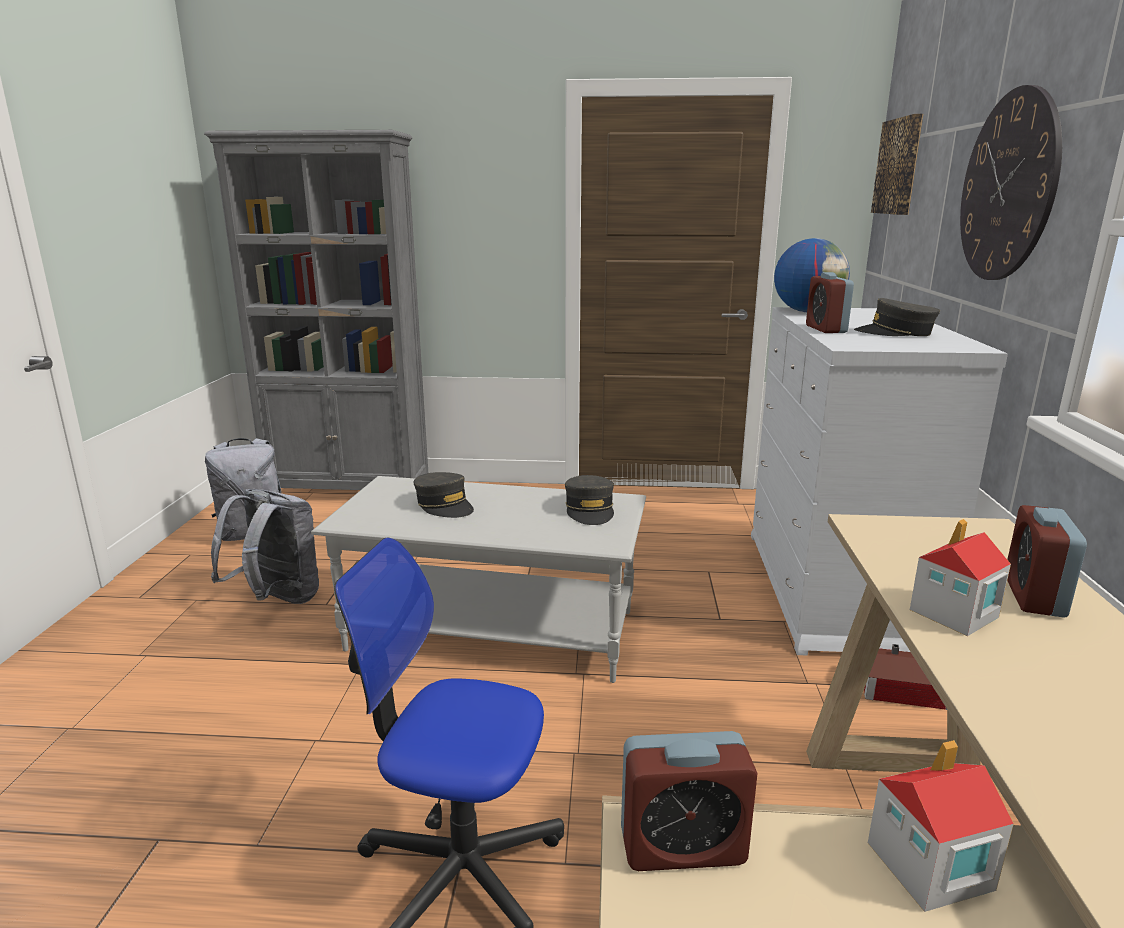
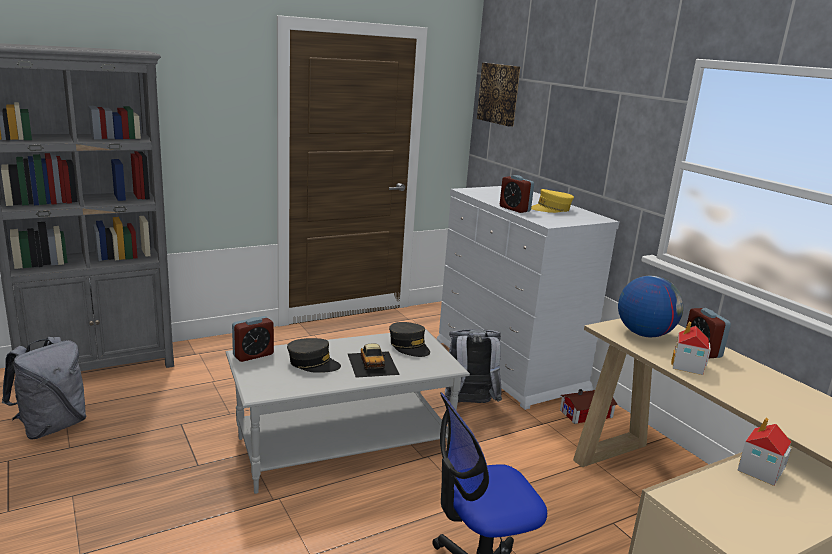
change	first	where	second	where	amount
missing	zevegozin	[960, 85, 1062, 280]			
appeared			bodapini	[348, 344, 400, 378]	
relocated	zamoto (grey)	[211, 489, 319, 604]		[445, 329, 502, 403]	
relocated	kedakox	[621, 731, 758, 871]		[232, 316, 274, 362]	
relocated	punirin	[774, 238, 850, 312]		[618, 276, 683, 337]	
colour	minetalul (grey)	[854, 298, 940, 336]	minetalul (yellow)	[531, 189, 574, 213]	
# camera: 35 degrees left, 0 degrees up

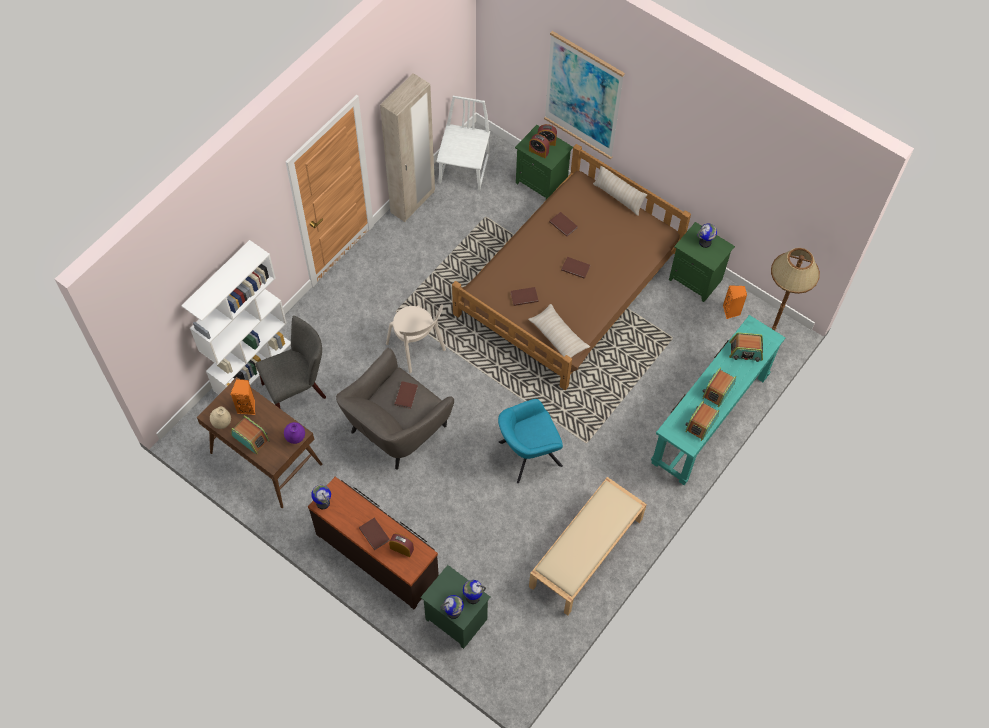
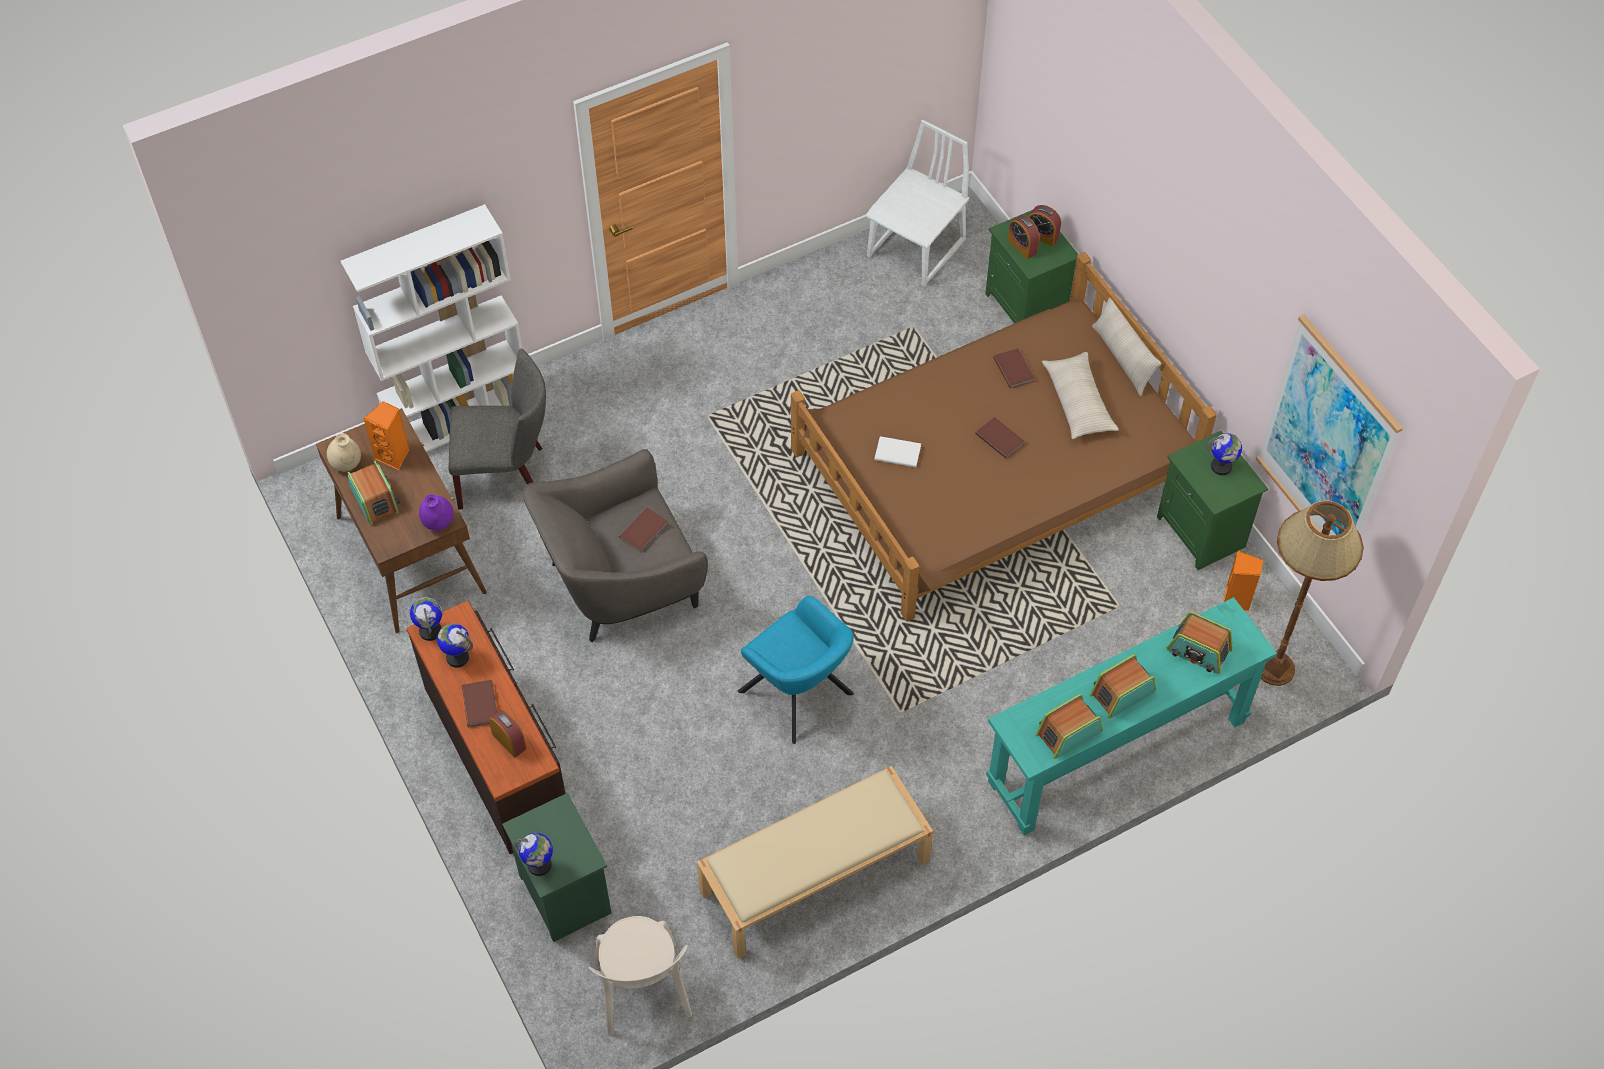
change	first	where	second	where	amount
missing	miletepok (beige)	[380, 73, 435, 222]			
relocated	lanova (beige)	[386, 304, 446, 373]		[589, 916, 692, 1036]	
relocated	punirin	[463, 580, 486, 604]		[437, 623, 473, 667]	
relocated	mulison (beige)	[528, 304, 590, 358]		[1042, 352, 1119, 439]	
relocated	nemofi	[544, 31, 625, 160]		[1256, 315, 1403, 535]	
colour	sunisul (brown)	[510, 287, 539, 306]	sunisul (white)	[874, 436, 921, 468]	
spun	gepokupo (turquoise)	[498, 399, 563, 483]		[738, 596, 854, 744]	135 degrees counterclockwise
# camera: 25 degrees right, 5 degrees down

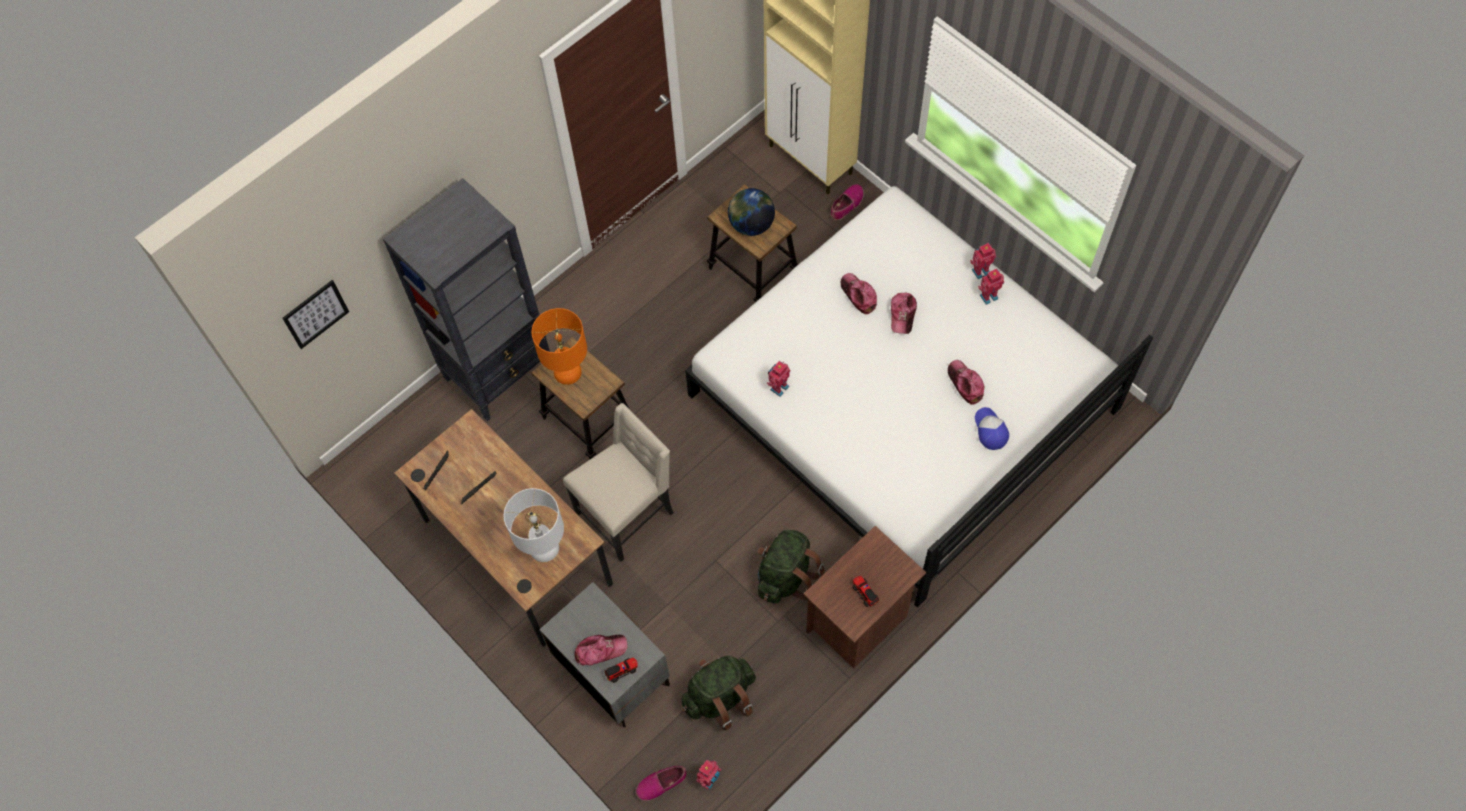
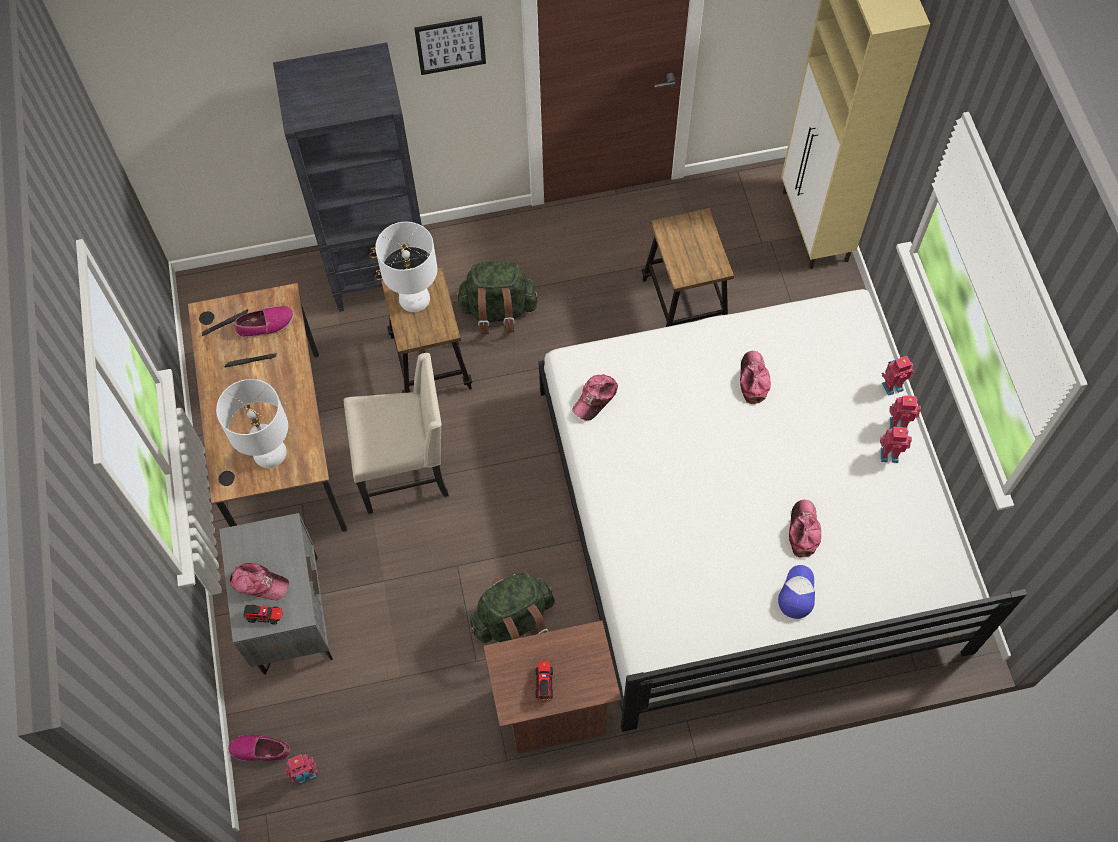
change	first	where	second	where	amount
missing	punirin	[728, 188, 775, 236]			
relocated	nemofi	[282, 280, 349, 349]		[414, 16, 486, 75]	
relocated	zamoto (green)	[682, 656, 756, 731]		[455, 261, 538, 334]	
relocated	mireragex	[767, 361, 791, 397]		[882, 356, 914, 396]	
relocated	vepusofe	[831, 184, 864, 220]		[234, 306, 294, 338]	
relocated	minetalul	[891, 293, 917, 334]		[572, 374, 618, 421]	
colour	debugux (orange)	[532, 308, 587, 385]	debugux (white)	[375, 222, 438, 312]	
# camera: 30 degrees right, 0 degrees up

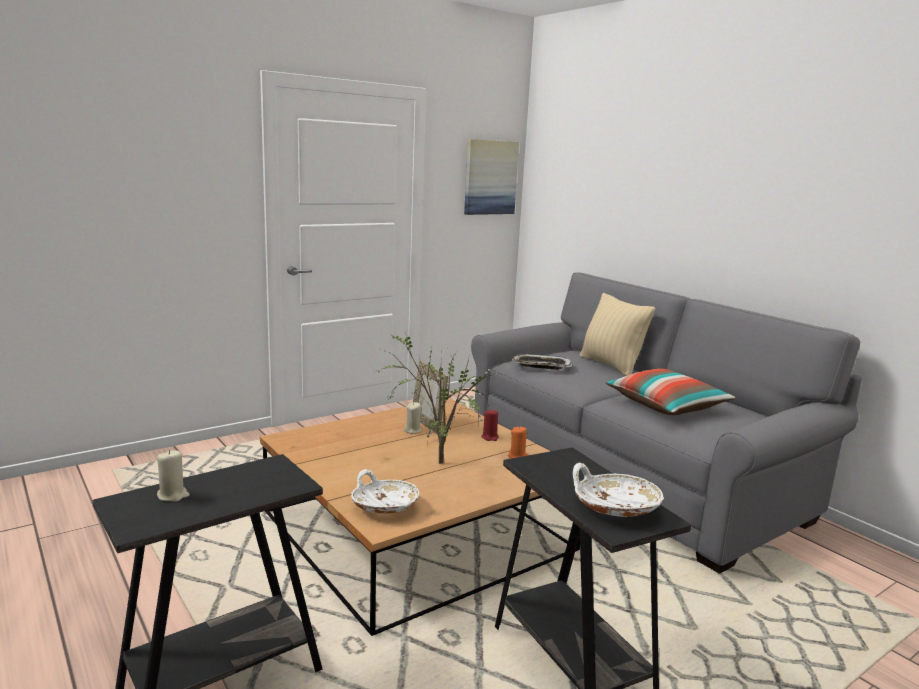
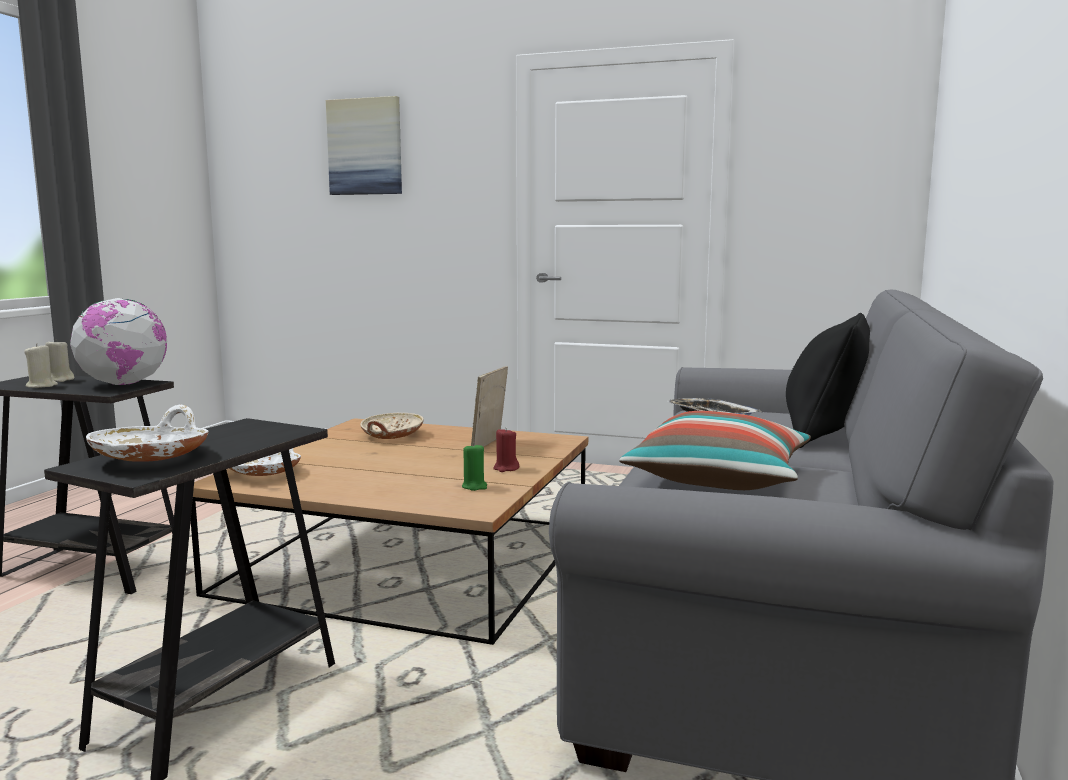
change	first	where	second	where	amount
missing	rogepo	[376, 333, 504, 464]			
appeared			punirin	[70, 298, 167, 385]	
appeared			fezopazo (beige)	[360, 413, 424, 439]	
relocated	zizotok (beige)	[404, 402, 421, 434]		[24, 343, 58, 388]	
relocated	nemofi	[464, 139, 519, 215]		[326, 96, 402, 195]	
colour	zizotok (orange)	[508, 426, 528, 458]	zizotok (green)	[462, 443, 487, 491]	
colour	mulison (beige)	[579, 293, 655, 376]	mulison (black)	[786, 313, 870, 448]	
# camera: 55 degrees right, 5 degrees down

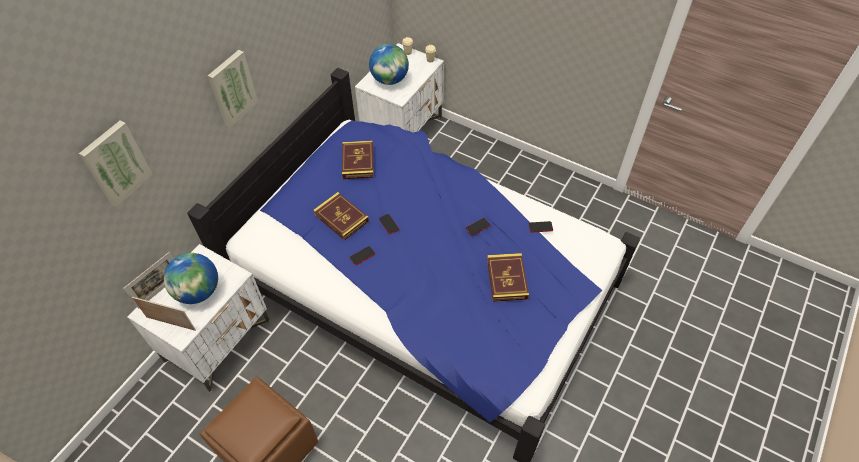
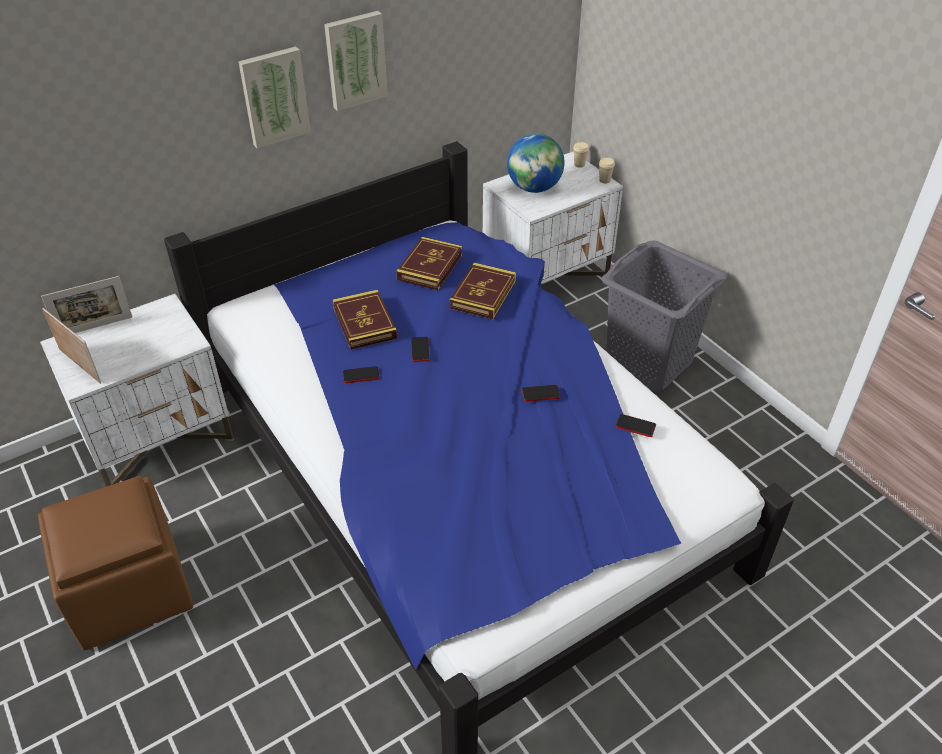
change	first	where	second	where	amount
missing	punirin	[164, 253, 218, 304]			
appeared			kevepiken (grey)	[602, 241, 727, 392]	
relocated	nemofi	[79, 120, 153, 207]		[324, 11, 388, 111]	
relocated	sunisul	[487, 253, 529, 302]		[450, 262, 516, 319]	
# camera: 25 degrees right, 10 degrees down

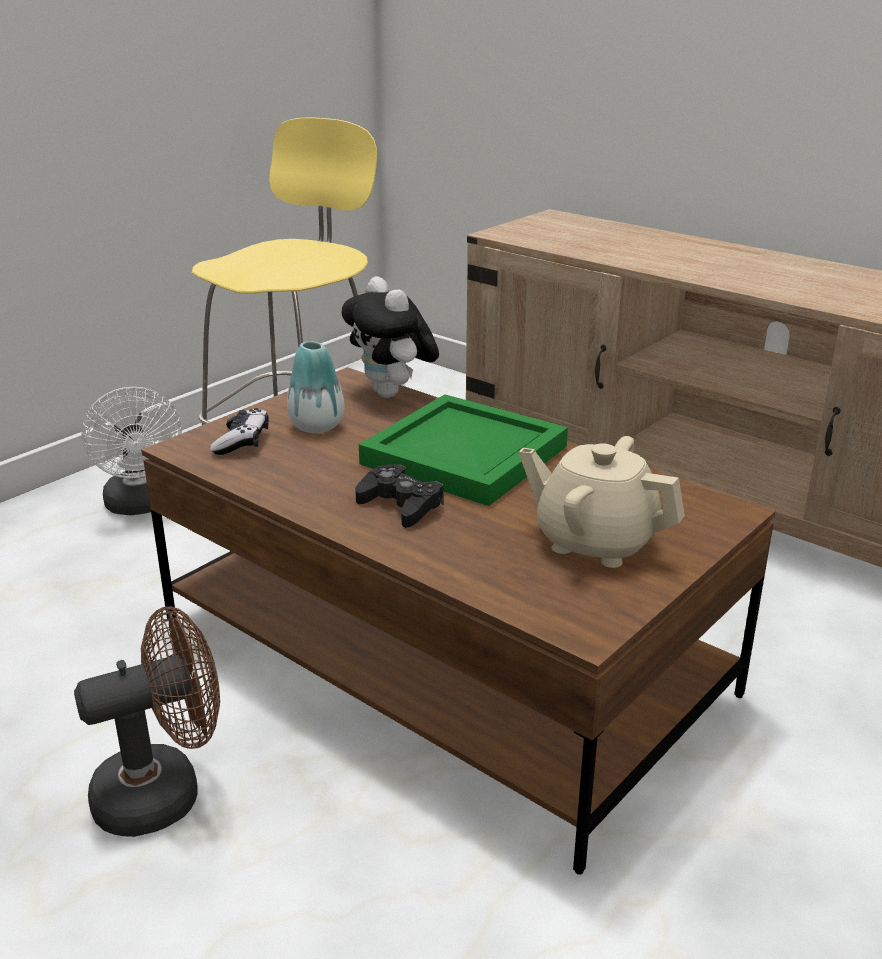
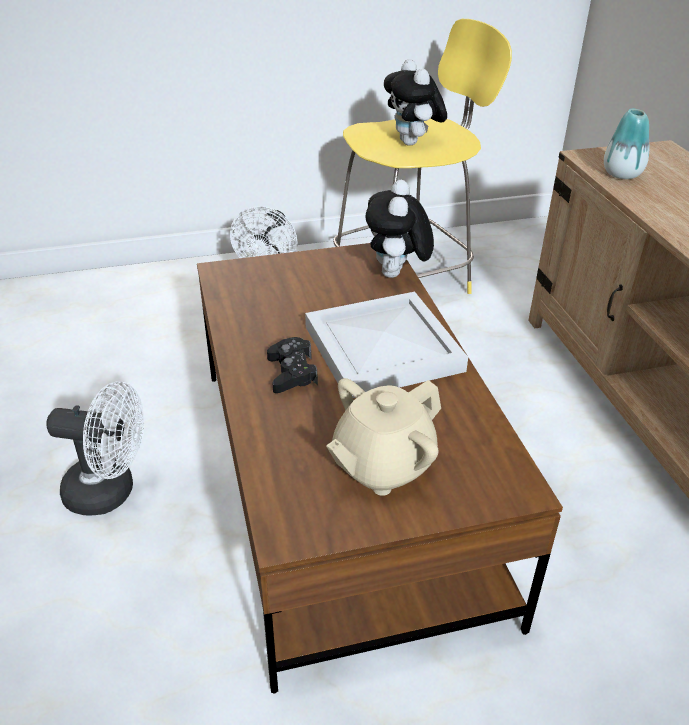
change	first	where	second	where	amount
missing	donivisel	[210, 408, 269, 455]			
appeared			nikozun	[384, 59, 447, 146]	
relocated	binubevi	[287, 341, 344, 433]		[604, 109, 649, 179]	
colour	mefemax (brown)	[74, 606, 220, 837]	mefemax (white)	[46, 381, 144, 516]	
colour	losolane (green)	[359, 394, 568, 506]	losolane (white)	[305, 292, 468, 398]	
spun	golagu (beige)	[519, 436, 685, 568]		[326, 378, 441, 496]	105 degrees counterclockwise
# camera: 35 degrees right, 10 degrees up

